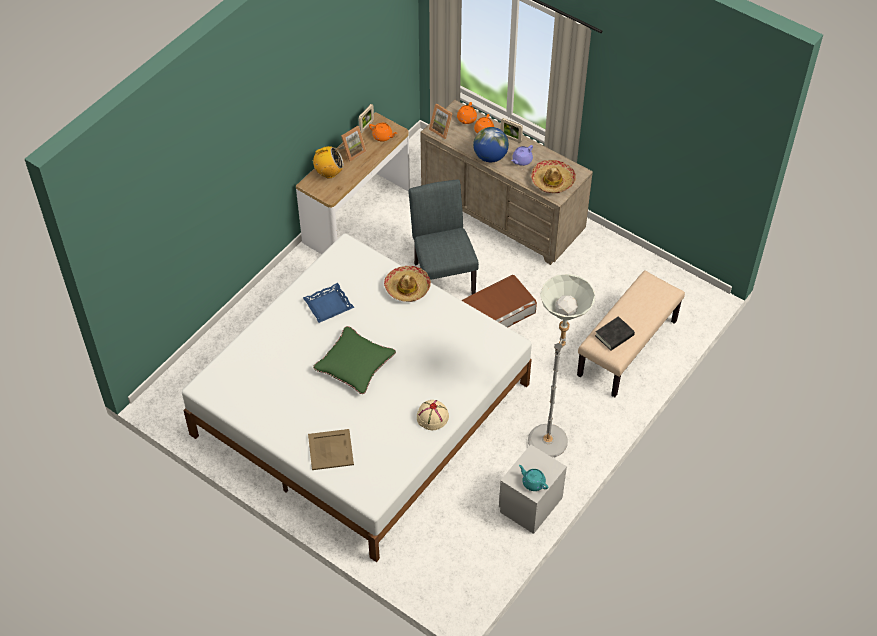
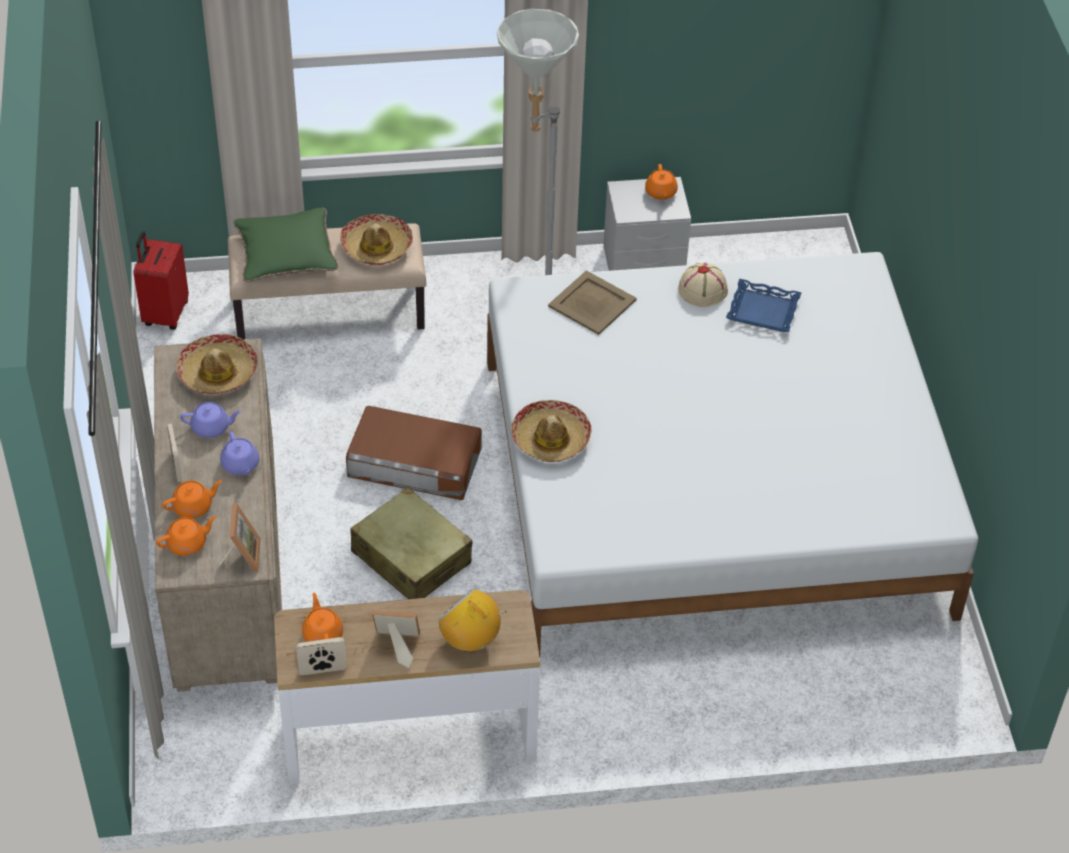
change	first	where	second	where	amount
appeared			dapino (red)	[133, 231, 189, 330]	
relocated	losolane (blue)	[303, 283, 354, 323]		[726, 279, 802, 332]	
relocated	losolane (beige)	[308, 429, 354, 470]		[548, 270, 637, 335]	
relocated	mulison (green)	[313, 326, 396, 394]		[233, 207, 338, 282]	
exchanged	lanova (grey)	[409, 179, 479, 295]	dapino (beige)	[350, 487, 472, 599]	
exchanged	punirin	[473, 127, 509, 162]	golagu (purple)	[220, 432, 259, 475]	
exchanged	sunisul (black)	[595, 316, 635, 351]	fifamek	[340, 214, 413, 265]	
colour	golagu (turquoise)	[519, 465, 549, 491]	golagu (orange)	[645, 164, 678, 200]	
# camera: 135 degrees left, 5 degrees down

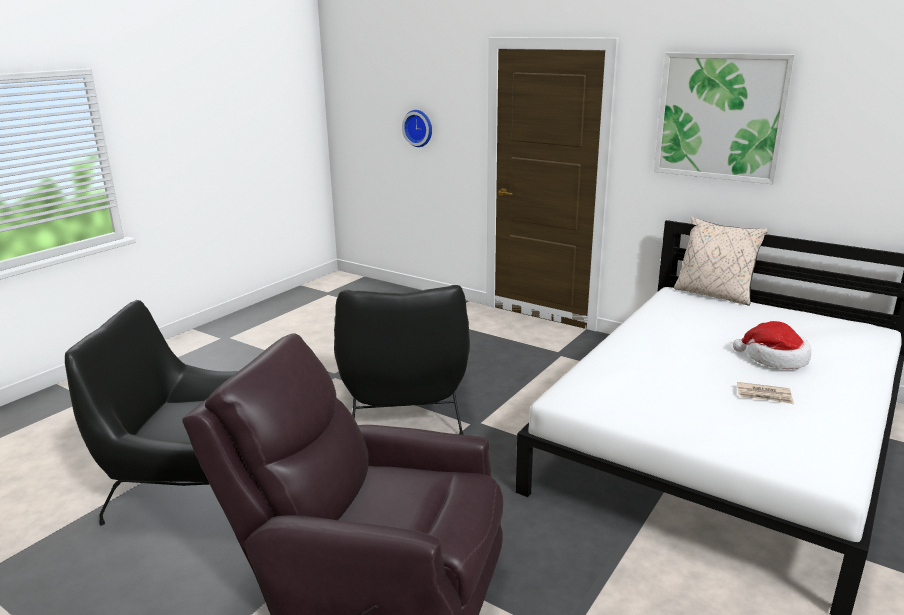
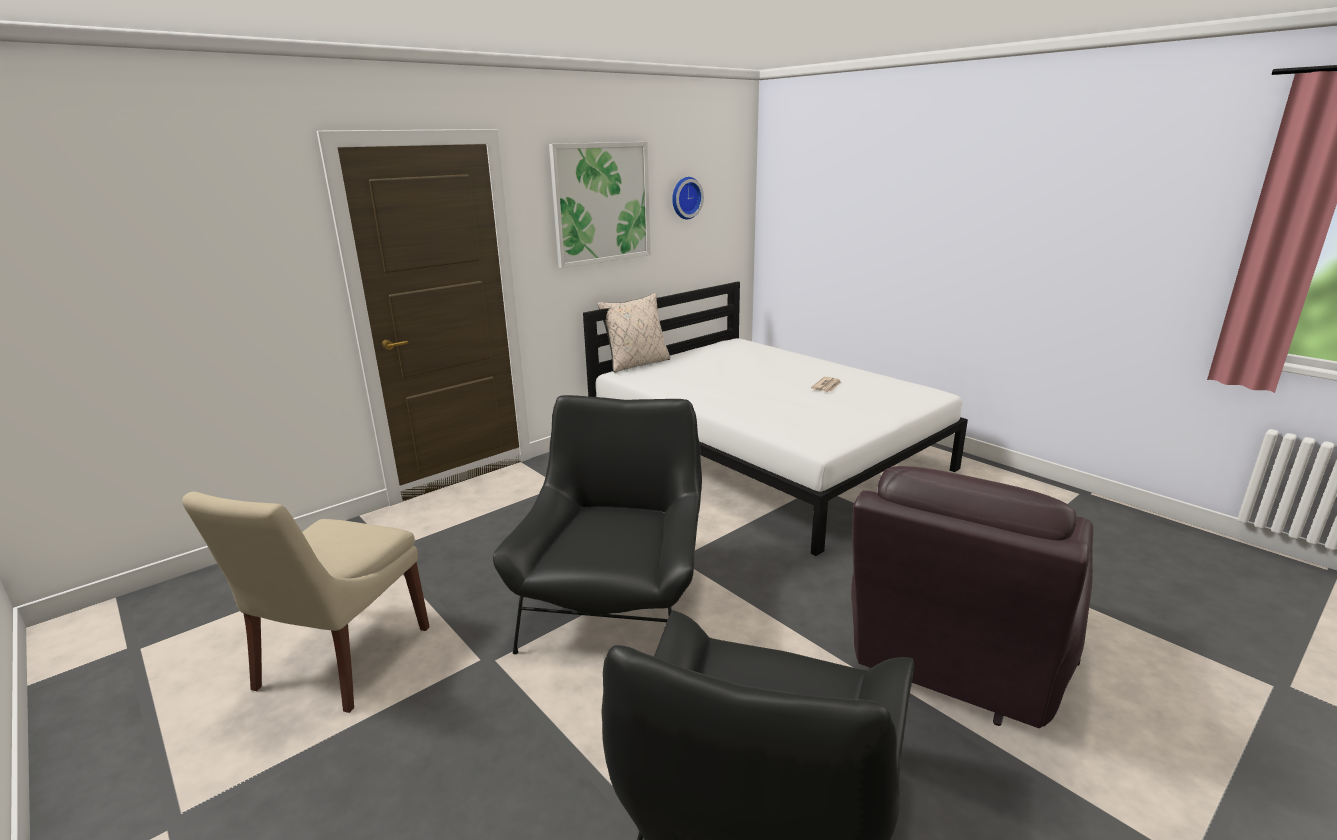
change	first	where	second	where	amount
missing	fifamek	[733, 321, 811, 369]			
appeared			lanova (beige)	[182, 492, 430, 713]	
relocated	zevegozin	[402, 110, 432, 147]		[672, 177, 704, 219]	
spun	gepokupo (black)	[334, 285, 470, 435]		[493, 395, 702, 654]	90 degrees counterclockwise
# camera: 75 degrees left, 0 degrees up

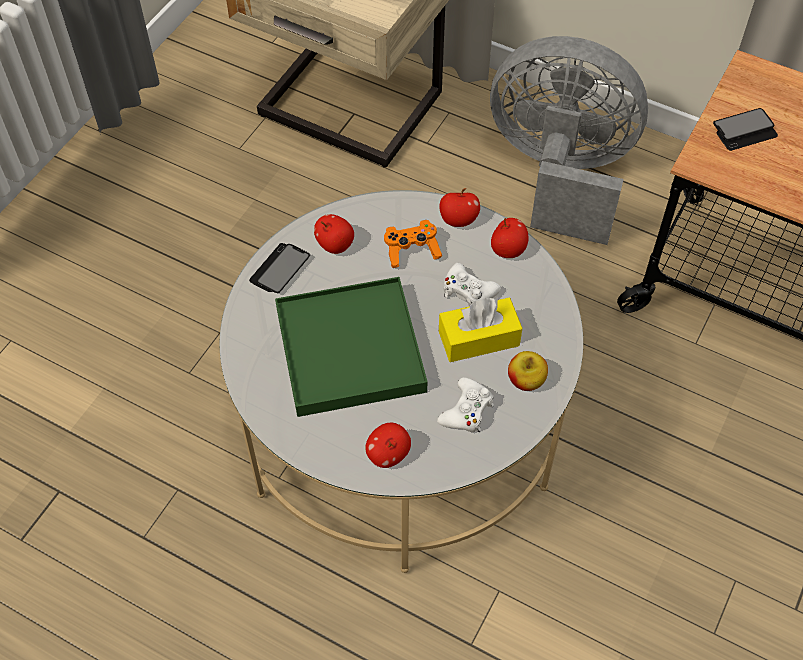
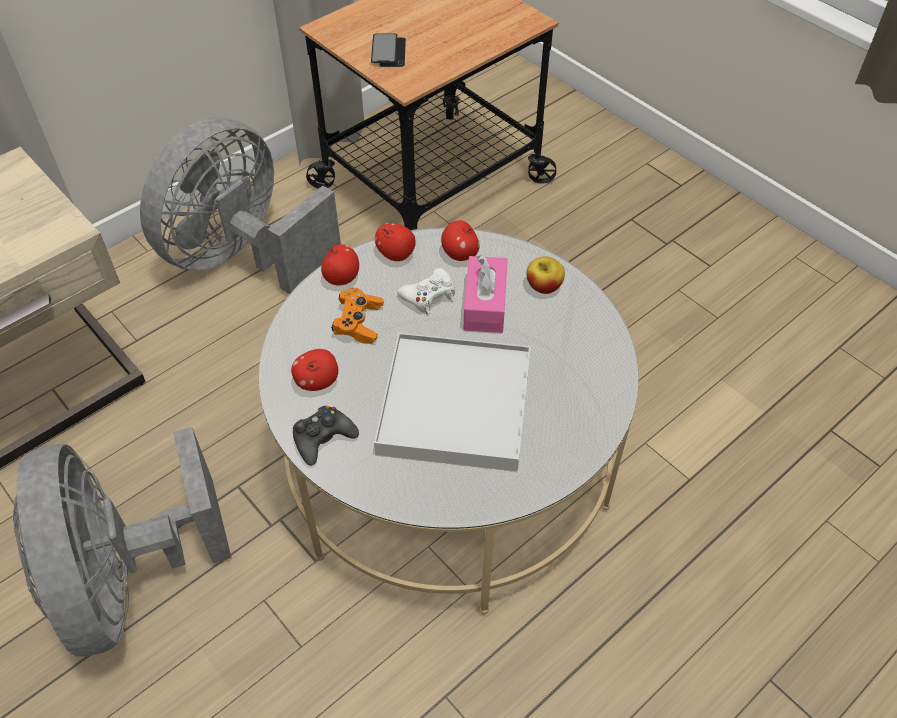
change	first	where	second	where	amount
missing	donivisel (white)	[437, 377, 494, 432]			
appeared			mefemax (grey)	[13, 427, 231, 657]	
relocated	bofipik	[365, 423, 411, 468]		[441, 220, 480, 261]	
exchanged	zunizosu	[249, 243, 310, 293]	donivisel (black)	[293, 406, 359, 466]	
colour	losolane (green)	[275, 277, 427, 417]	losolane (white)	[374, 333, 531, 471]	
colour	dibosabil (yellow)	[439, 297, 522, 362]	dibosabil (pink)	[464, 255, 508, 333]	
# camera: 70 degrees left, 5 degrees down

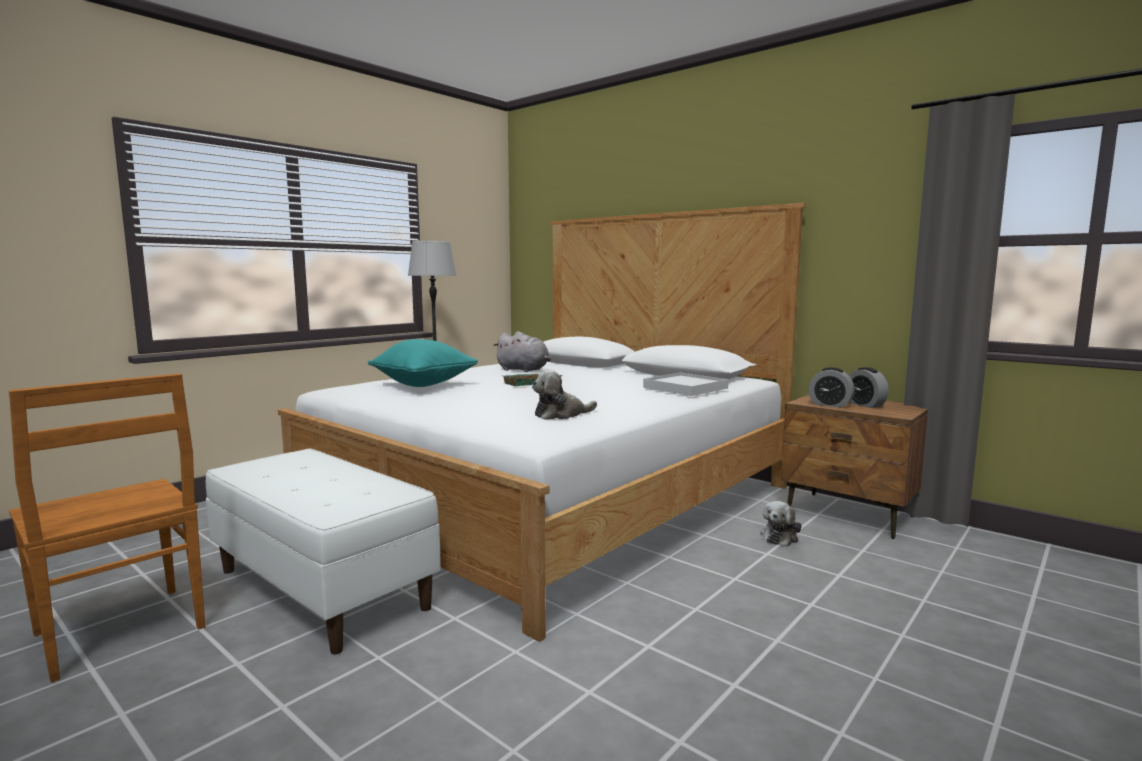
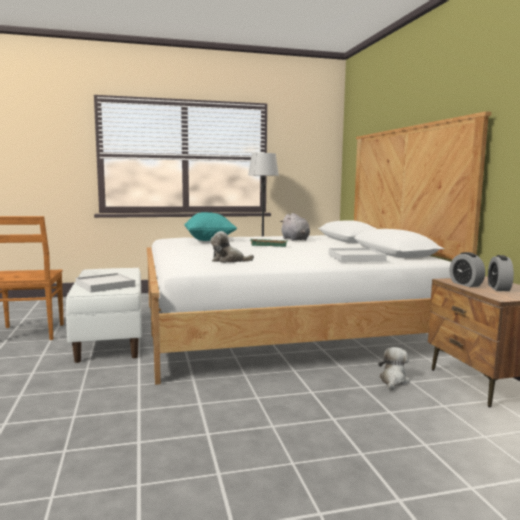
change	first	where	second	where	amount
appeared			losolane (white)	[76, 273, 135, 293]	
spun	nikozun	[760, 501, 802, 547]		[378, 347, 410, 391]	135 degrees clockwise
# camera: 35 degrees right, 0 degrees up

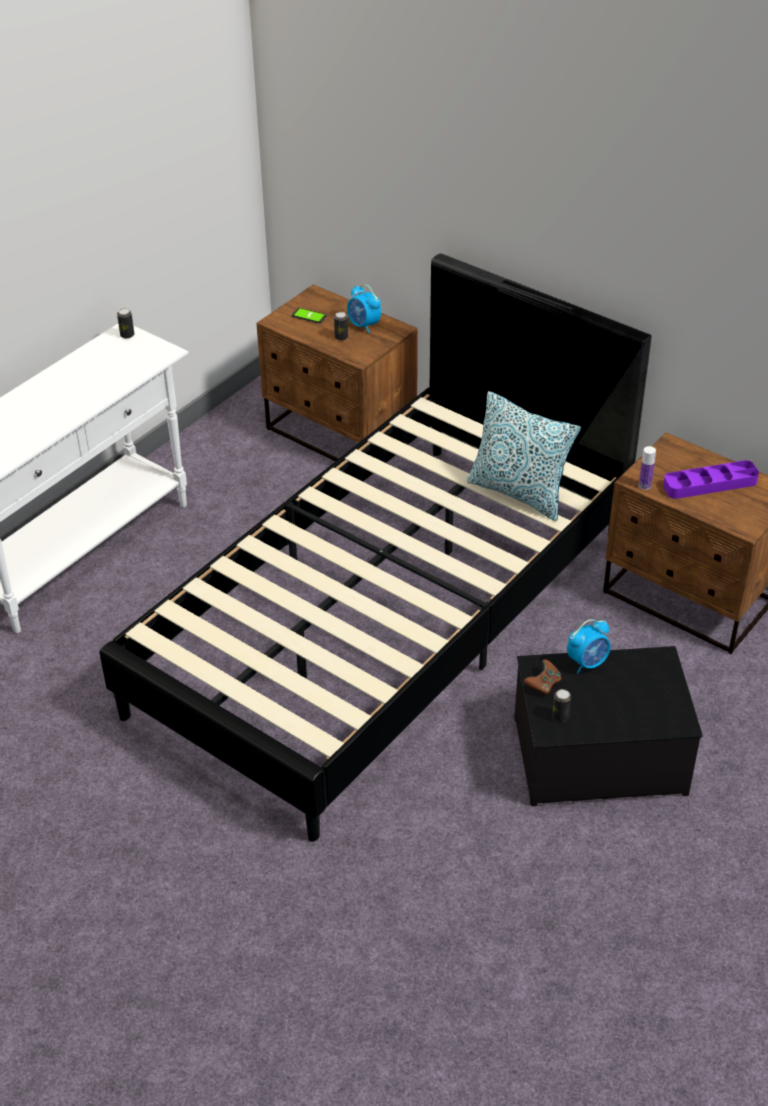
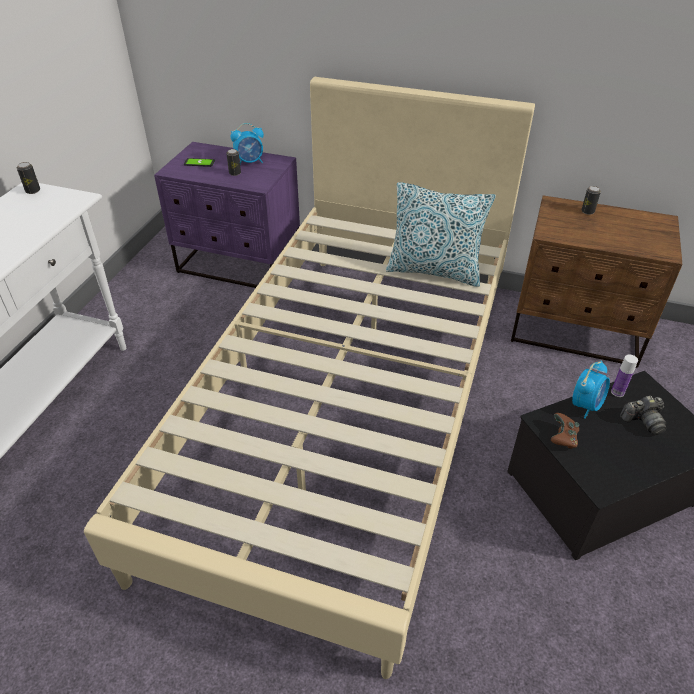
change	first	where	second	where	amount
missing	losolane (purple)	[663, 460, 759, 499]			
appeared			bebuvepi	[620, 396, 666, 435]	
relocated	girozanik	[552, 689, 571, 722]		[581, 186, 601, 215]	
relocated	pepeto	[639, 446, 656, 490]		[611, 354, 638, 397]	
colour	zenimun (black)	[99, 253, 651, 842]	zenimun (beige)	[84, 77, 535, 679]	
colour	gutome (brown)	[256, 284, 418, 461]	gutome (purple)	[154, 142, 300, 288]	
spun	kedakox	[347, 285, 381, 333]		[231, 123, 264, 164]	45 degrees counterclockwise
# camera: 20 degrees left, 0 degrees up

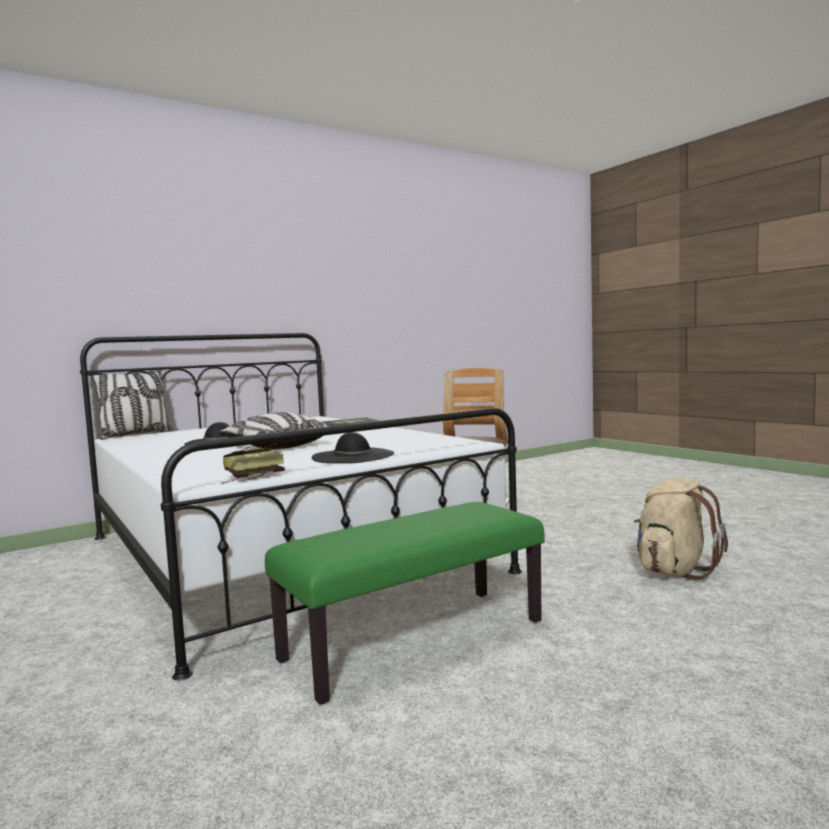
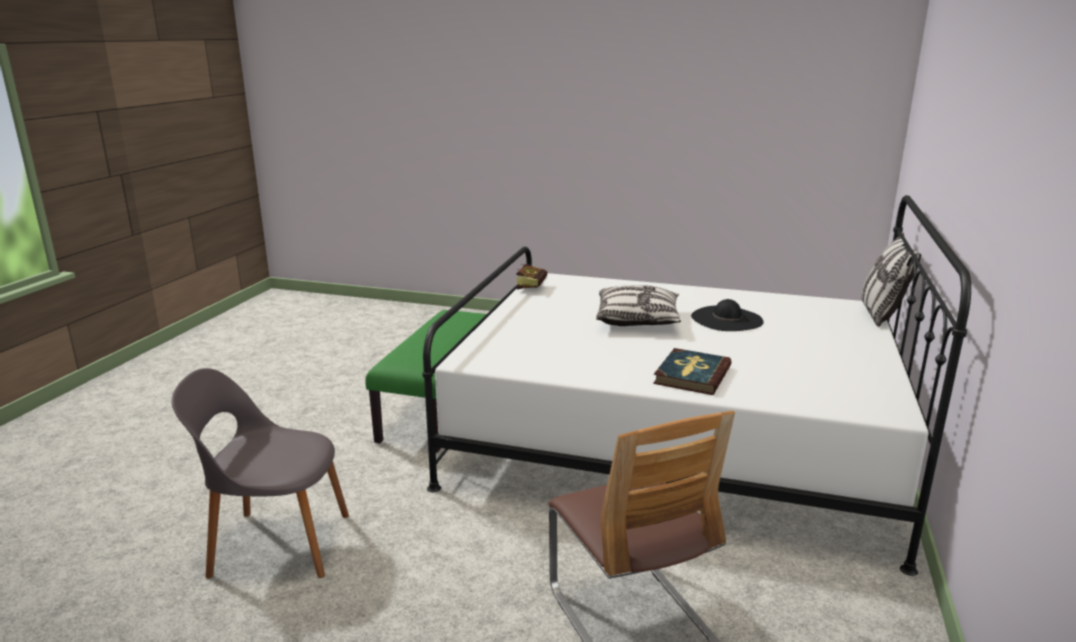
change	first	where	second	where	amount
missing	fifamek (black)	[312, 432, 394, 463]			
exchanged	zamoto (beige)	[634, 478, 728, 580]	lanova (grey)	[171, 368, 349, 578]	
# camera: 140 degrees right, 15 degrees up

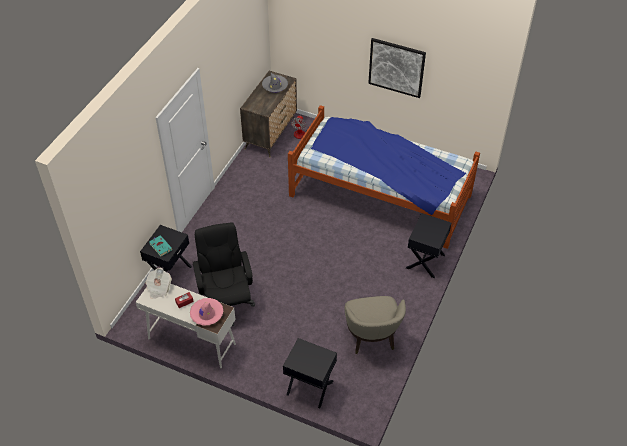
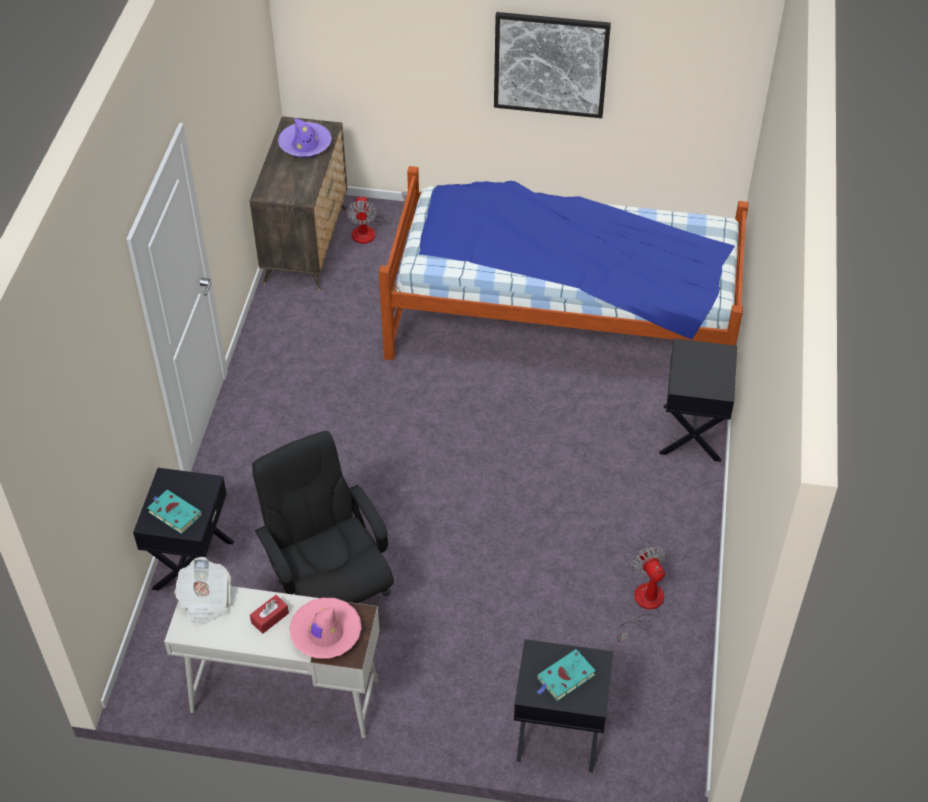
change	first	where	second	where	amount
appeared			sunisul (turquoise)	[537, 649, 596, 701]	
exchanged	gepokupo (beige)	[344, 296, 406, 354]	mefemax	[617, 546, 665, 642]	
colour	fifamek (grey)	[262, 73, 288, 93]	fifamek (purple)	[278, 118, 332, 158]	
# camera: 15 degrees left, 0 degrees up

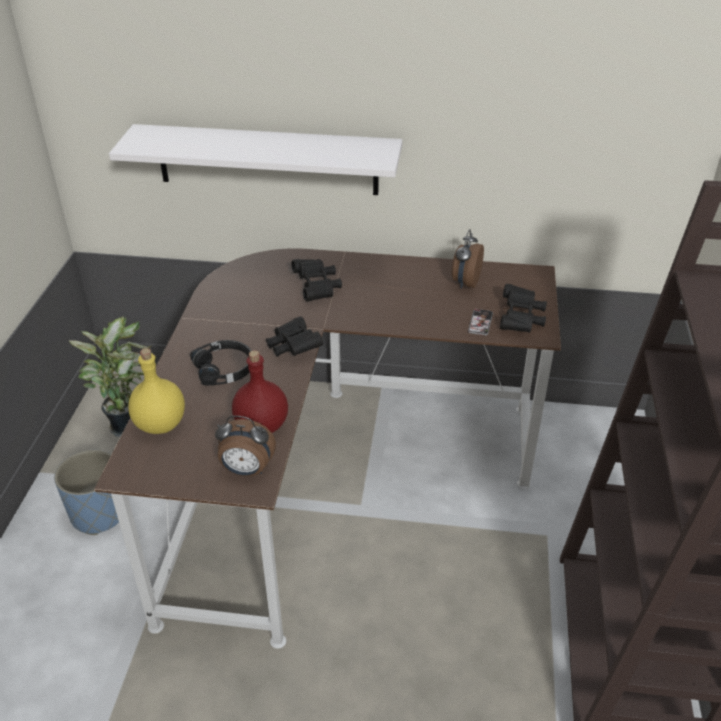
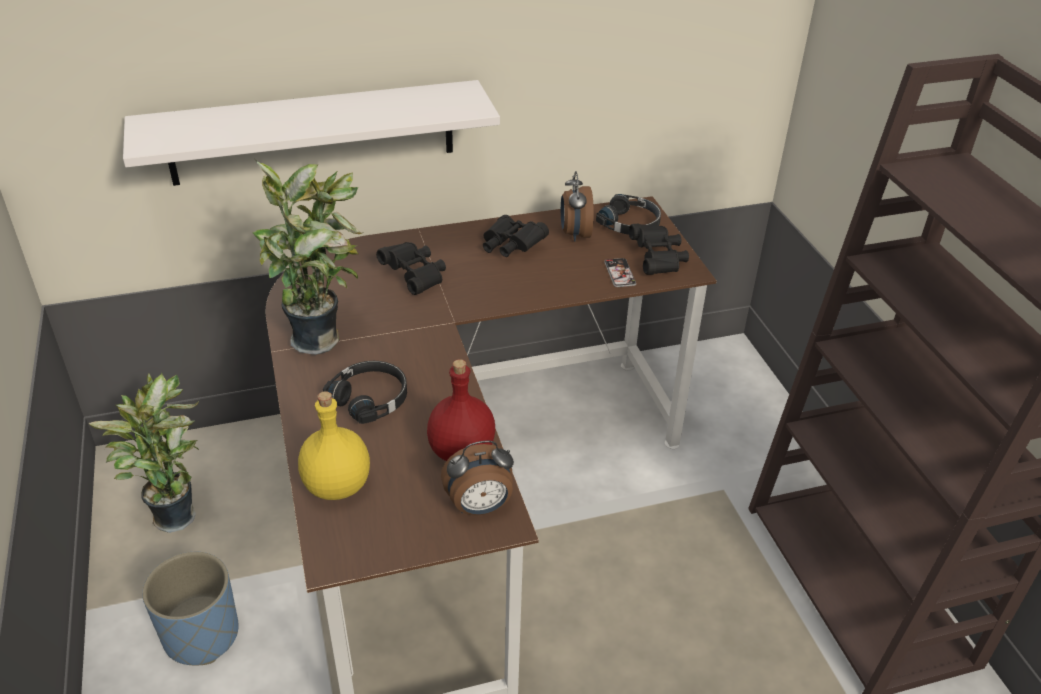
change	first	where	second	where	amount
appeared			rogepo	[253, 160, 364, 355]	
appeared			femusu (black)	[596, 194, 661, 234]	
relocated	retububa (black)	[266, 316, 323, 357]		[483, 215, 549, 257]	
# camera: 25 degrees left, 0 degrees up

